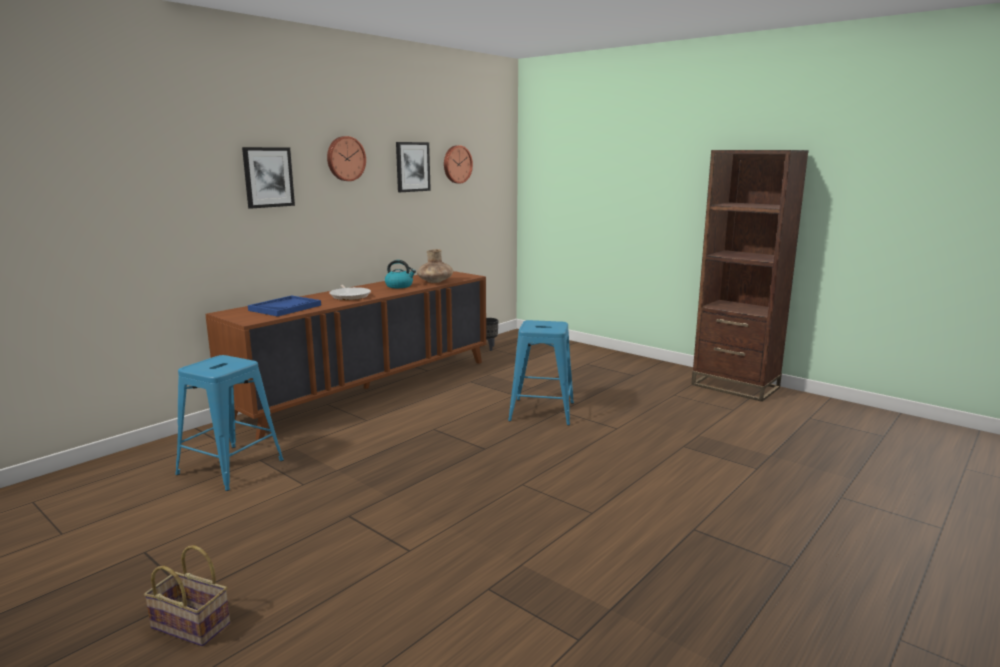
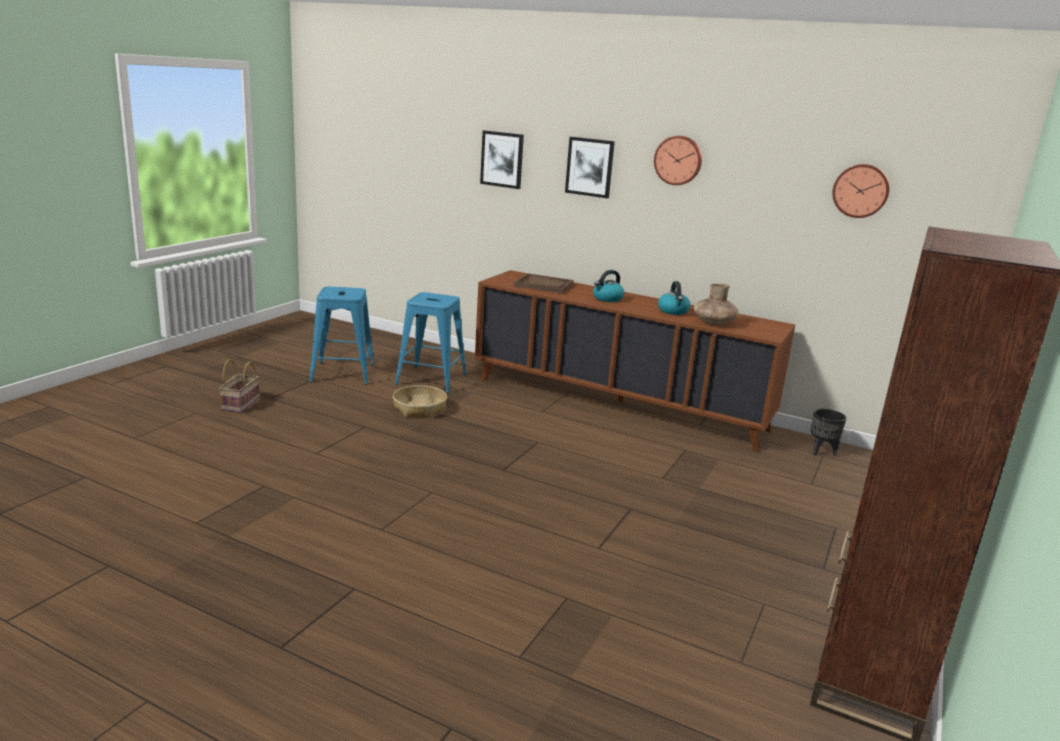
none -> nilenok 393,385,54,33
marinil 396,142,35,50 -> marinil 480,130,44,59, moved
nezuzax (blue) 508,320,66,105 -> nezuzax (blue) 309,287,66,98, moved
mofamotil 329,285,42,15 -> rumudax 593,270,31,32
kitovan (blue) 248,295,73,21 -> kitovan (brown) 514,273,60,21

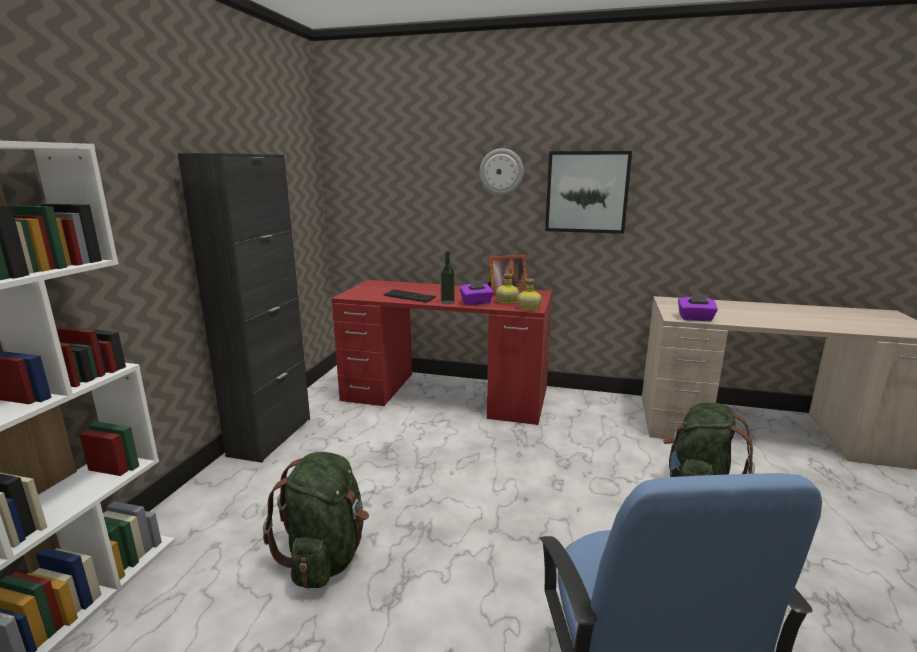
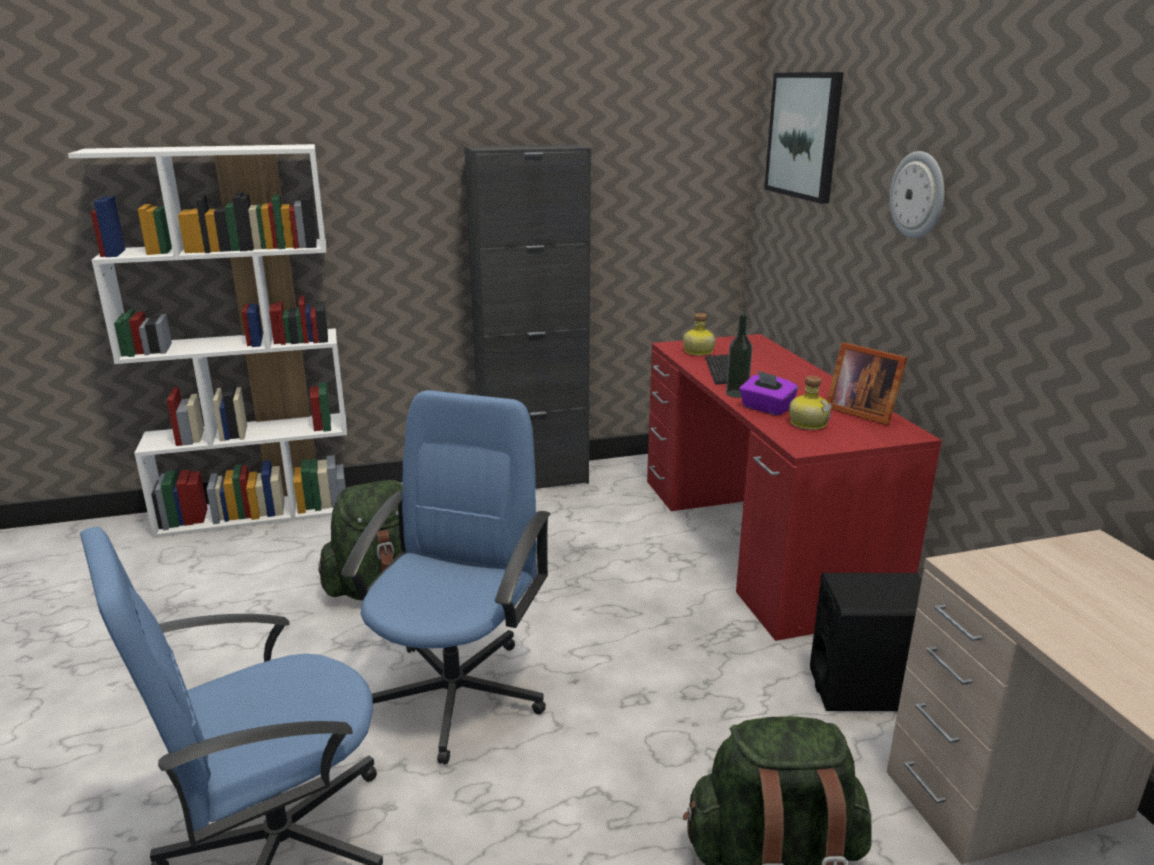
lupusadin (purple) 678,294,40,27 -> none
none -> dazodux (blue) 341,390,209,375
none -> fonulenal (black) 810,573,112,138
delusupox 517,279,25,31 -> delusupox 683,313,33,43, moved
marinil 545,151,87,83 -> marinil 764,72,80,132, moved

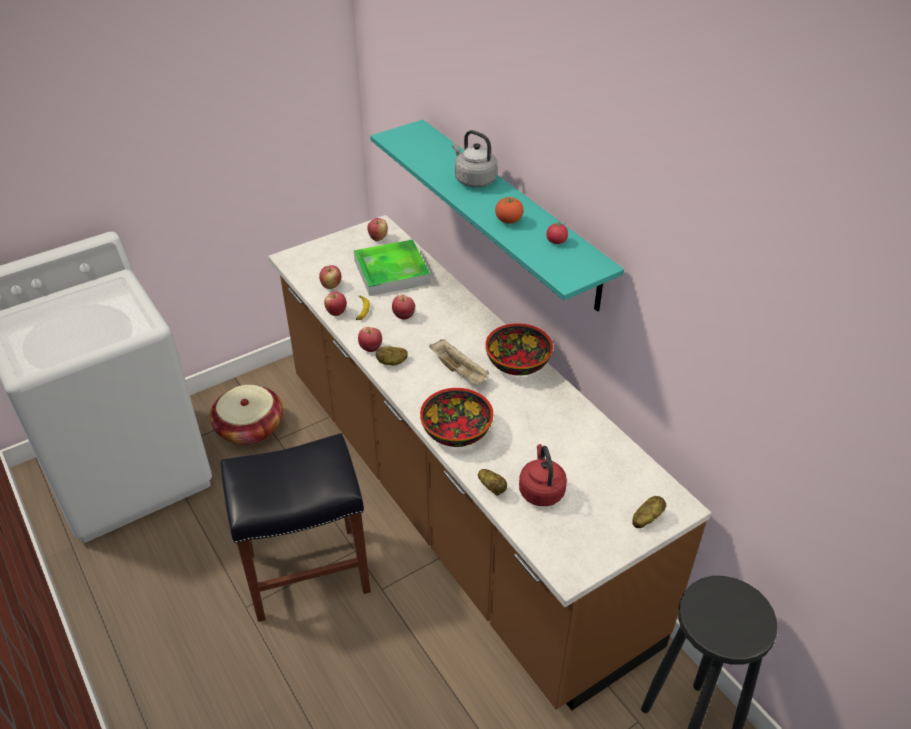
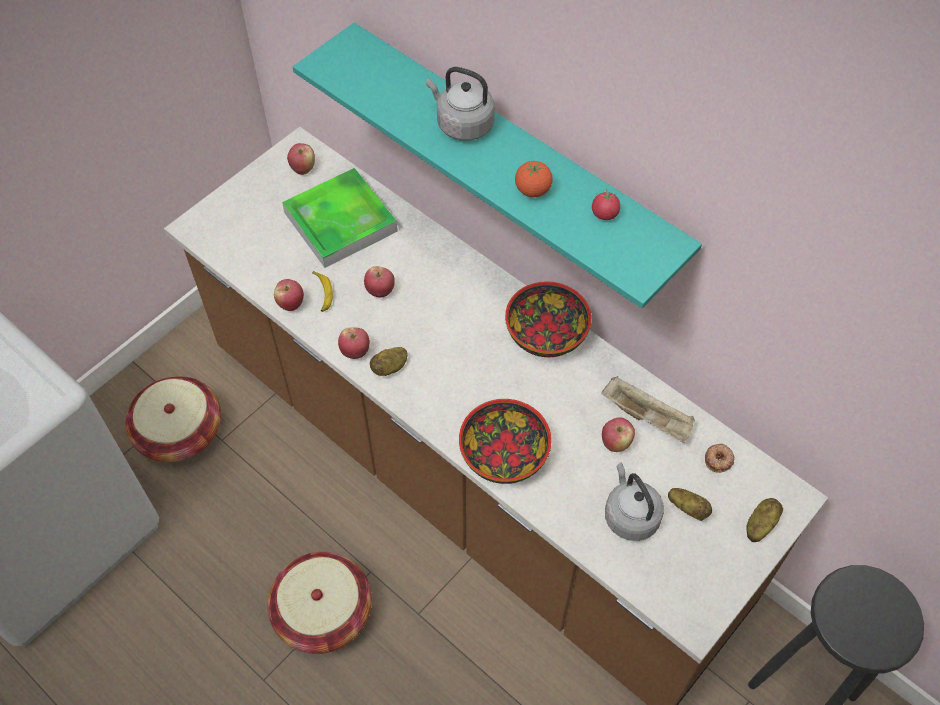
none -> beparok 705,443,30,30
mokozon 319,265,22,24 -> mokozon 602,417,33,35, moved
kitovan (beige) 429,339,60,46 -> kitovan (beige) 601,376,94,67, moved
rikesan 478,469,29,27 -> rikesan 668,488,44,33, moved
nezuzax (black) 220,433,151,189 -> nilenok 267,552,105,102
rumudax (red) 519,444,48,62 -> rumudax (grey) 605,463,59,78

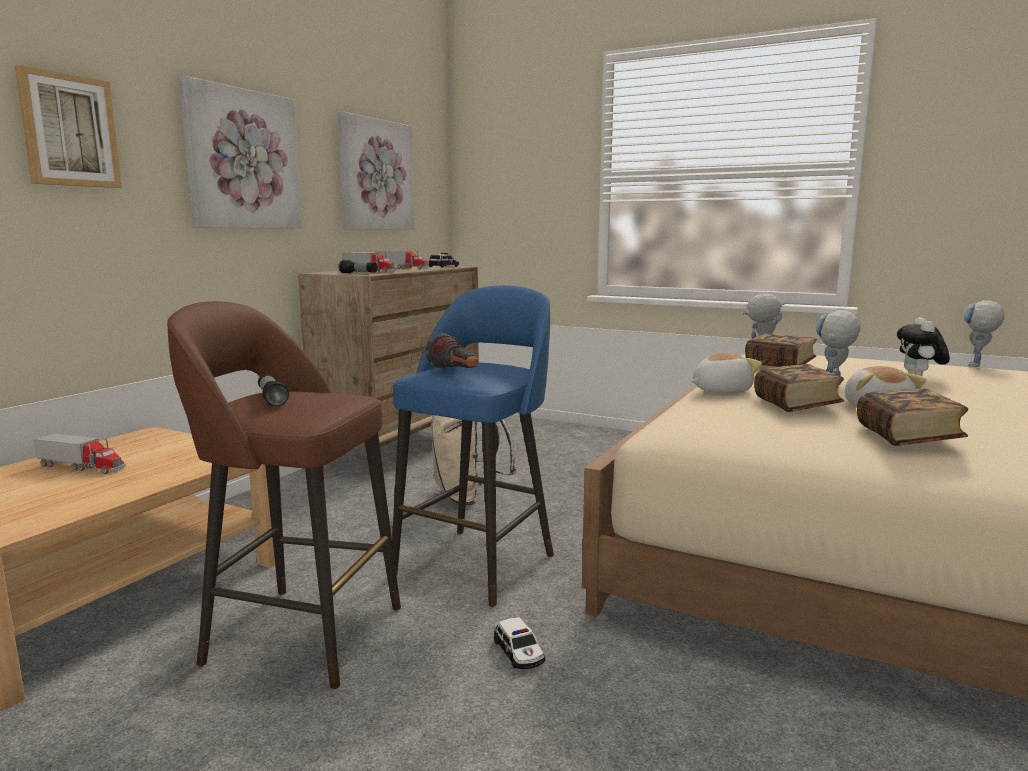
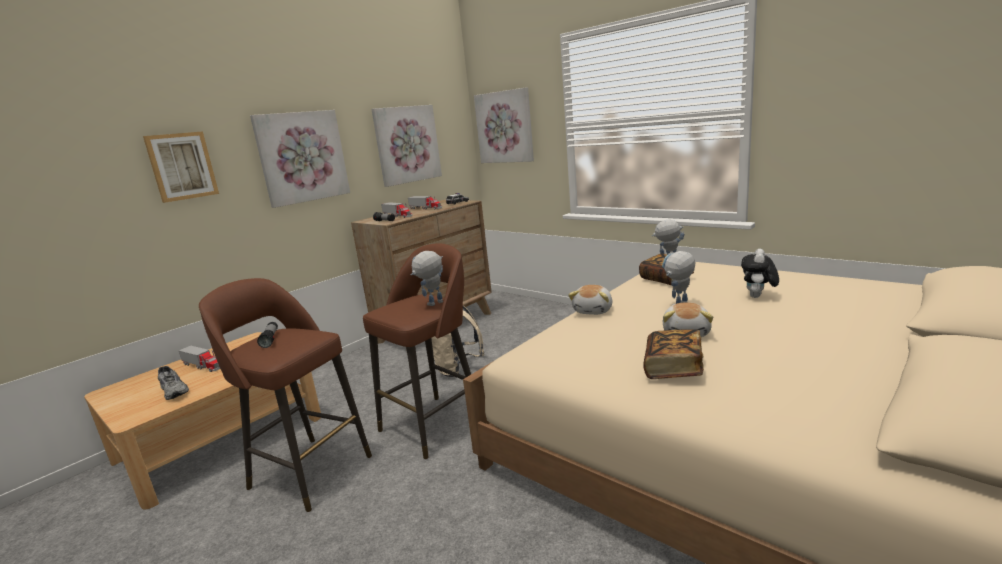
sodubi 425,333,53,36 -> none
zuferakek 494,617,51,52 -> none
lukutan 754,364,90,48 -> none
none -> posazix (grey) 158,366,31,34
none -> marinil 474,87,60,76
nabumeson 964,300,40,67 -> nabumeson 410,251,33,55, moved
nezuzax (blue) 392,285,162,322 -> nezuzax (brown) 363,243,108,216
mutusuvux 691,352,71,41 -> mutusuvux 568,285,44,30, 120 degrees clockwise

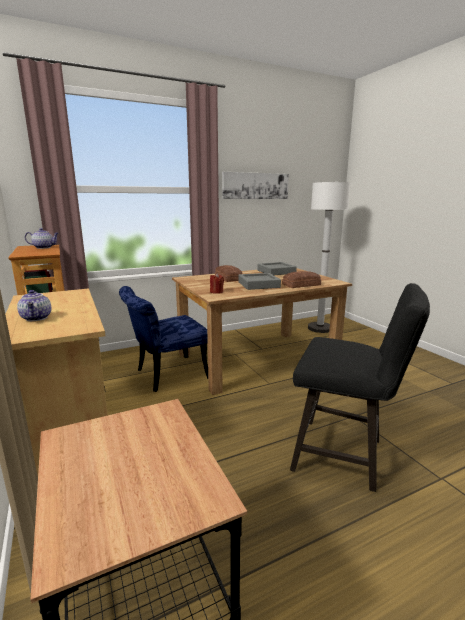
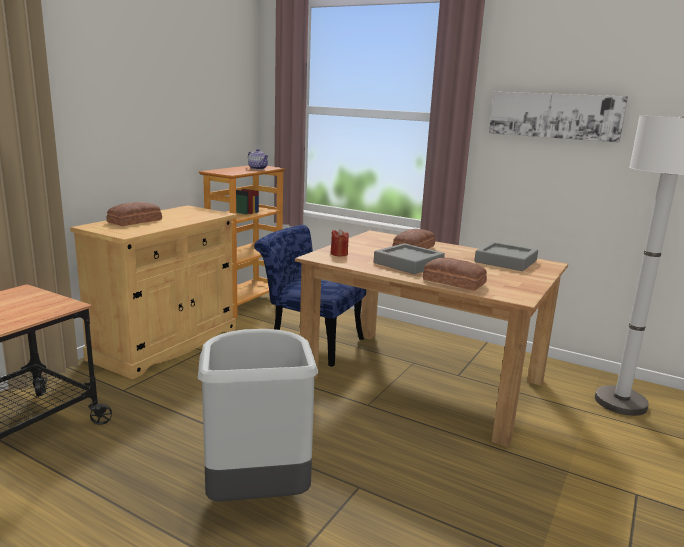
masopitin 17,290,34,31 -> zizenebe 106,202,56,24
nezuzax (black) 290,283,140,209 -> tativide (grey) 198,329,121,173

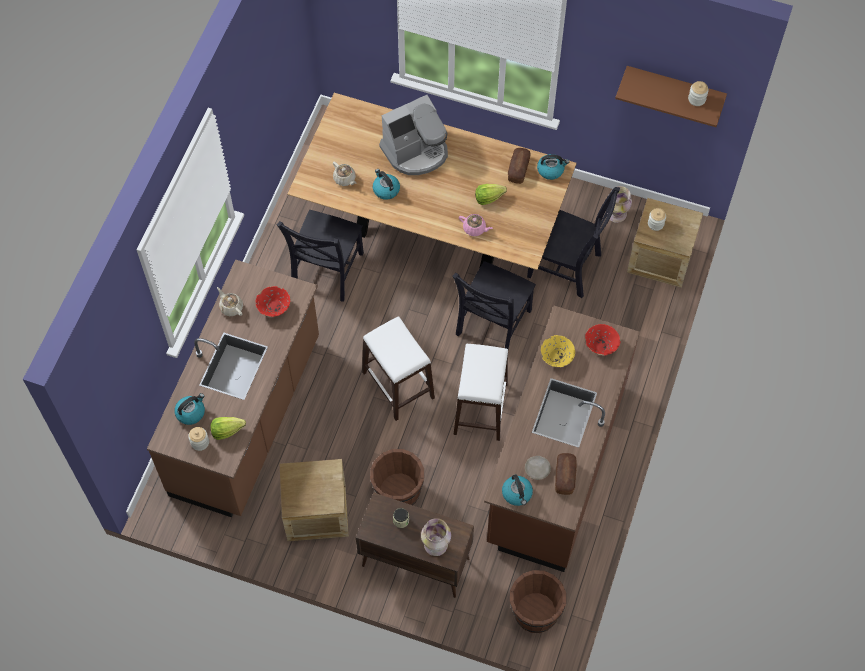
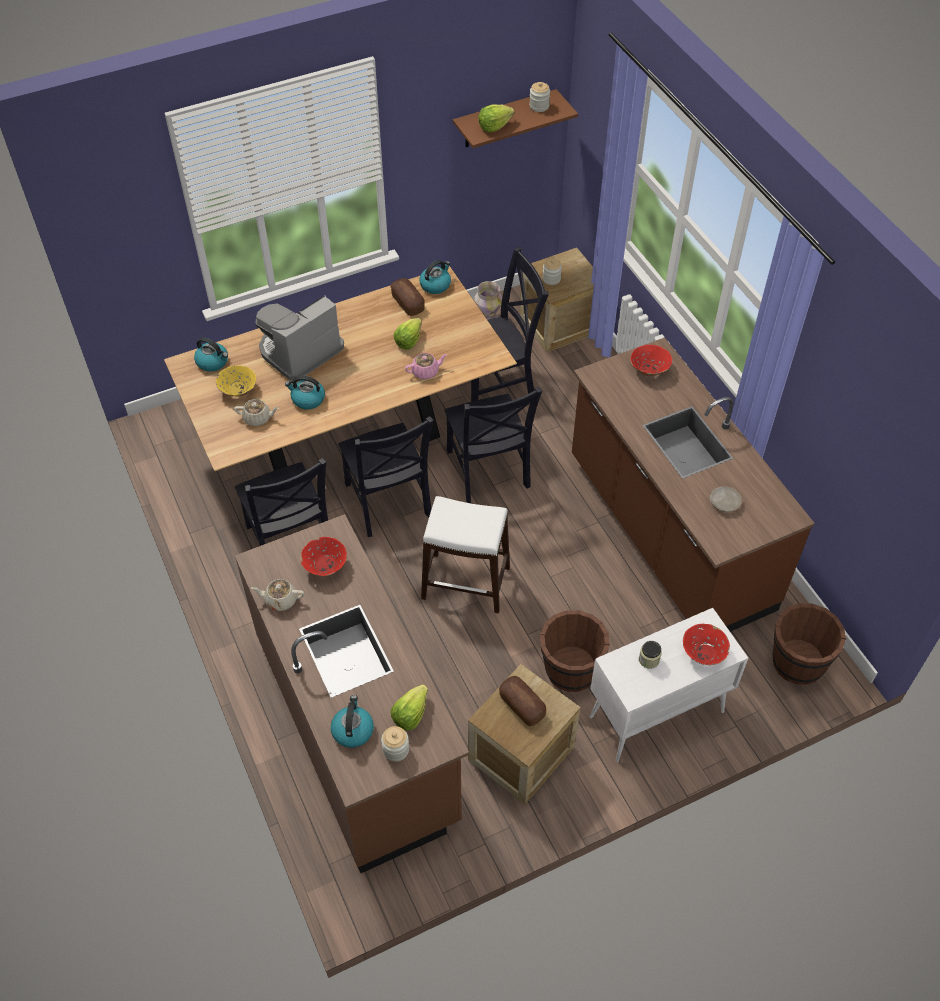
nezuzax (white) 453,344,55,97 -> none
none -> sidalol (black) 338,416,96,121
none -> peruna 479,105,35,28
rumudax 502,474,31,32 -> rumudax 194,337,34,35, moved
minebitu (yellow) 540,335,35,32 -> minebitu (yellow) 216,365,40,31, moved
zizenebe 555,453,22,42 -> zizenebe 499,676,47,51, moved
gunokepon 421,518,30,38 -> minebitu (red) 683,624,47,41
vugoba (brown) 356,492,118,106 -> vugoba (white) 590,608,158,154
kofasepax 379,95,69,80 -> kofasepax 256,295,88,86, 150 degrees counterclockwise

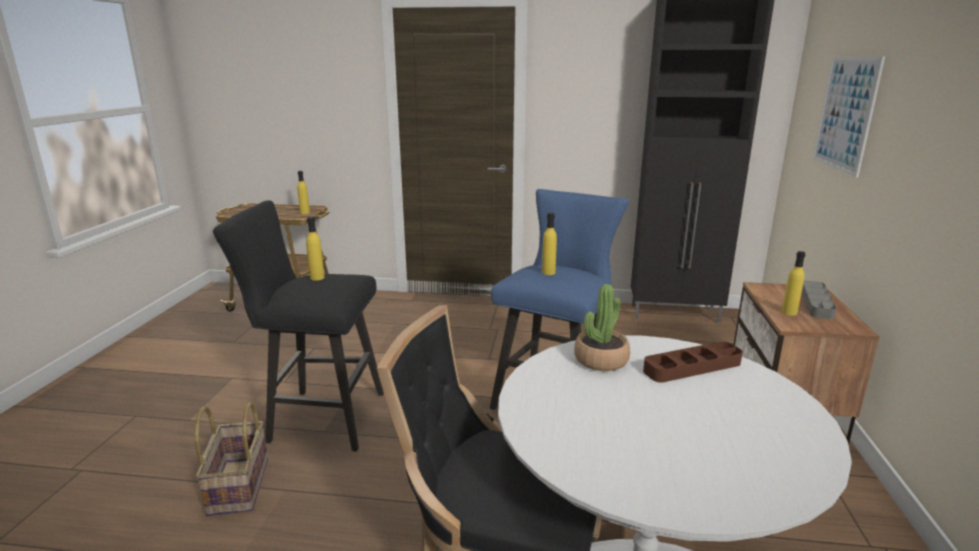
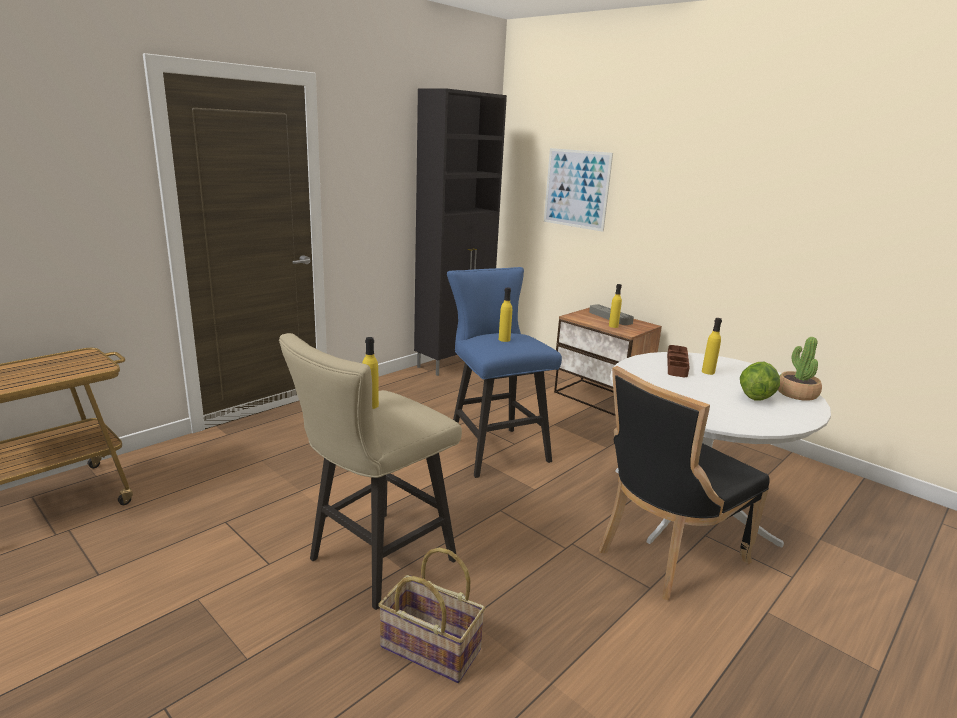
none -> peruna 740,362,40,39
delusupox (yellow) 297,171,13,43 -> delusupox (yellow) 702,318,20,57, moved
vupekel 574,284,56,87 -> vupekel 778,337,44,64, moved
nezuzax (black) 213,200,171,251 -> nezuzax (beige) 279,333,183,277

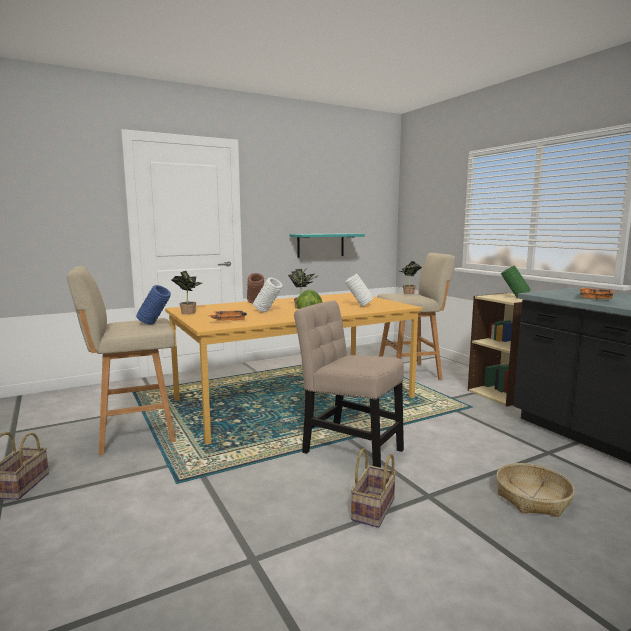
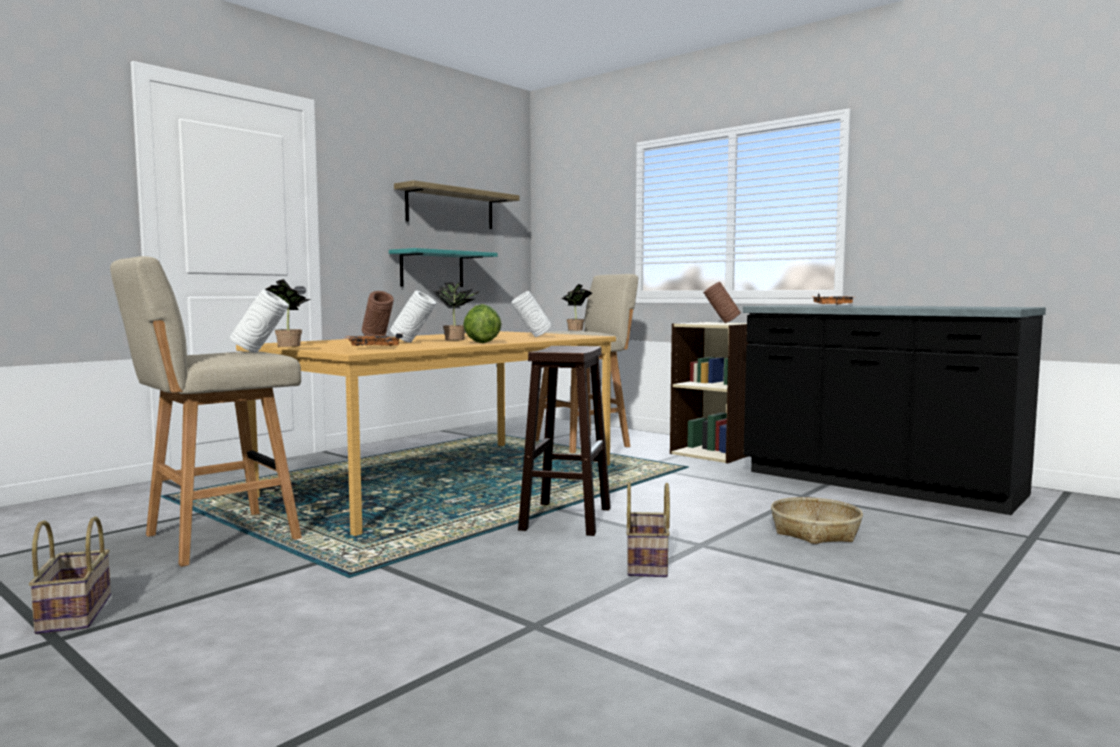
none -> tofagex 394,180,125,49
sidalol (beige) 294,300,110,168 -> nezuzax (brown) 518,346,93,190
gunokepon (blue) 136,285,35,39 -> gunokepon (white) 230,290,59,63
gunokepon (green) 501,266,30,32 -> gunokepon (brown) 703,282,38,41

